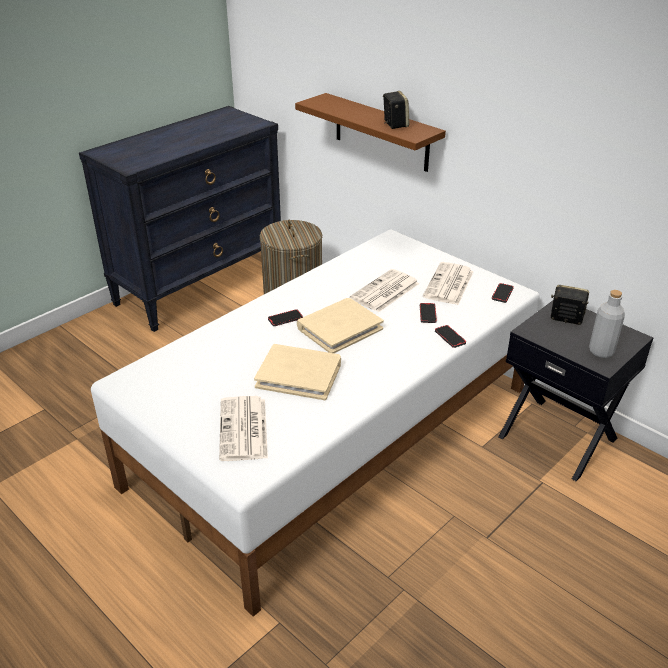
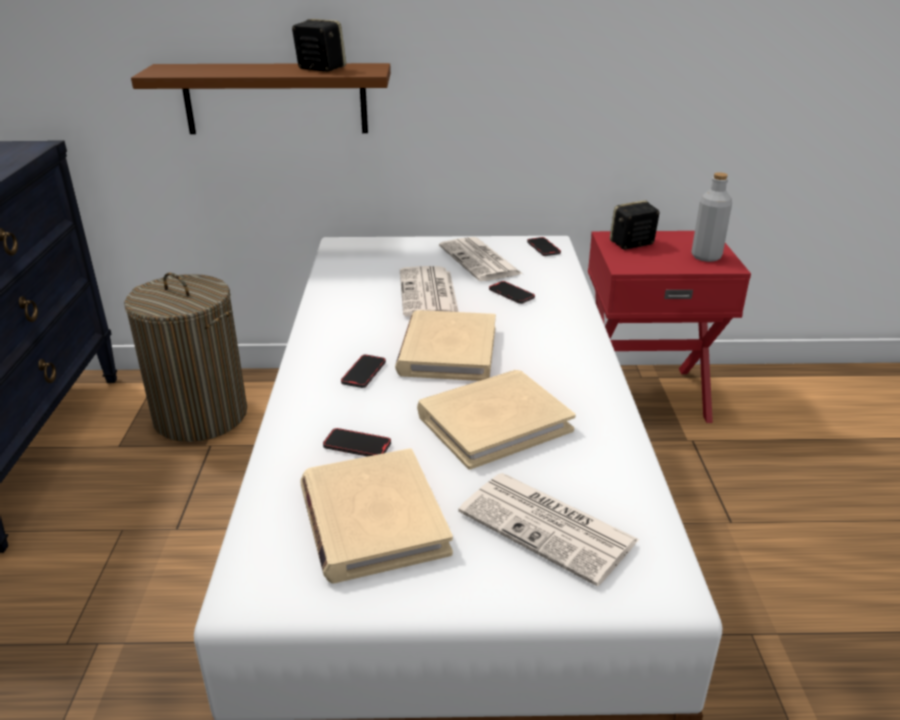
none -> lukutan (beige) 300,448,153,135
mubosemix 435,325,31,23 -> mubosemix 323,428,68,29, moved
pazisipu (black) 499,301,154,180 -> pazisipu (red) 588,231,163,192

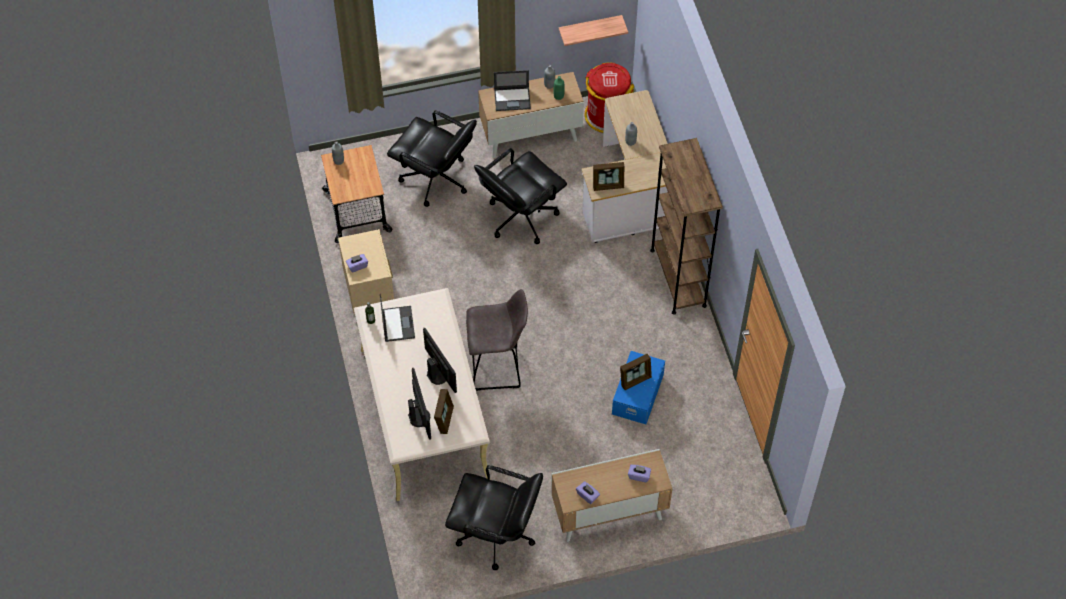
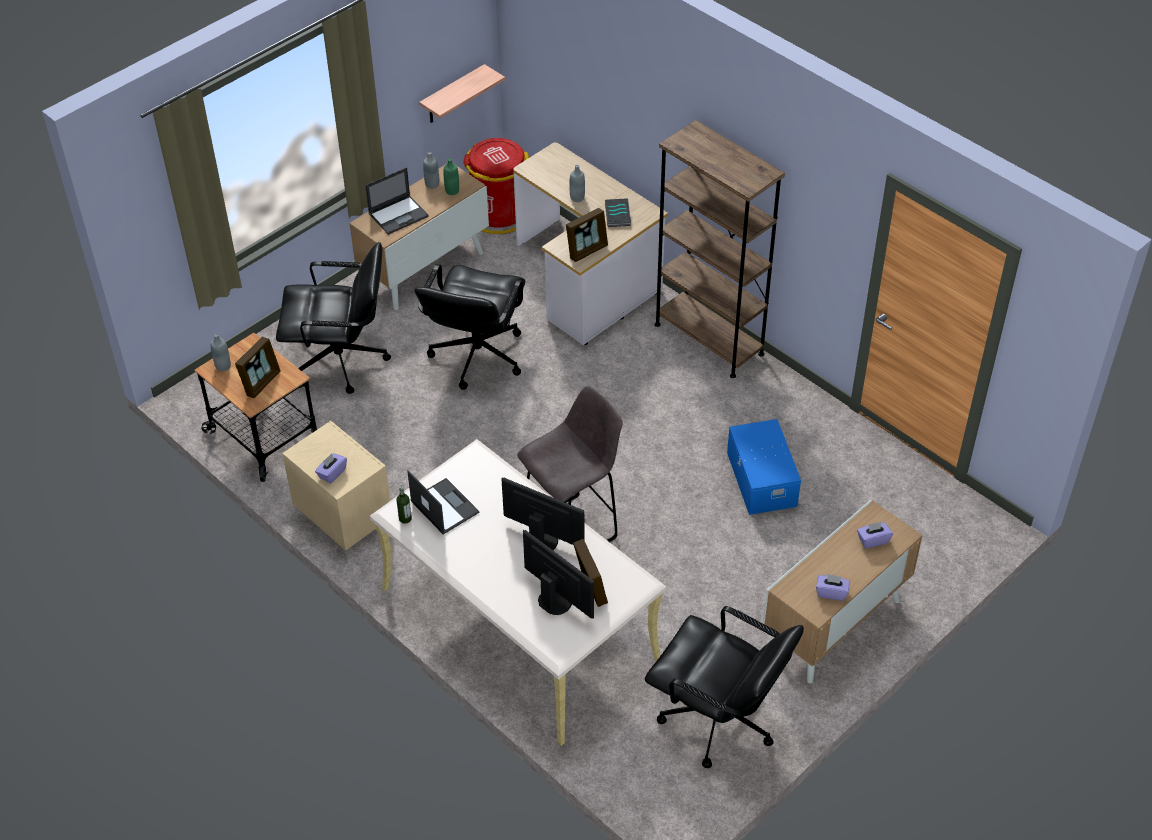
none -> lukutan 605,198,26,29
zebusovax 620,354,32,36 -> zebusovax 235,337,46,61, moved
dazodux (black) 445,465,98,105 -> dazodux (black) 645,606,159,162, 45 degrees clockwise

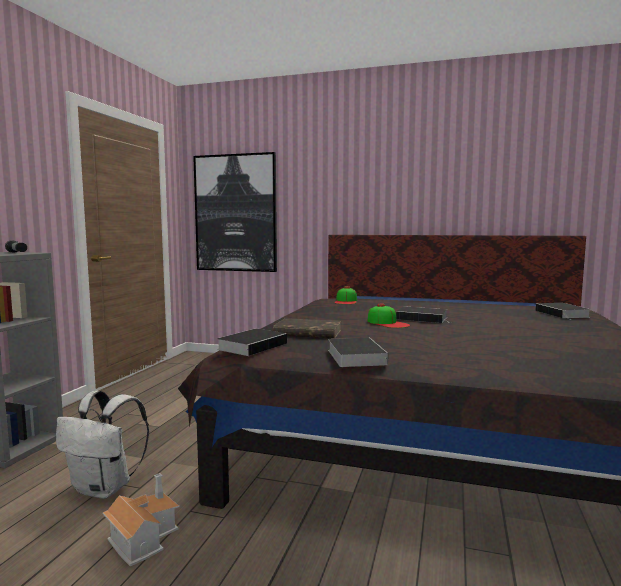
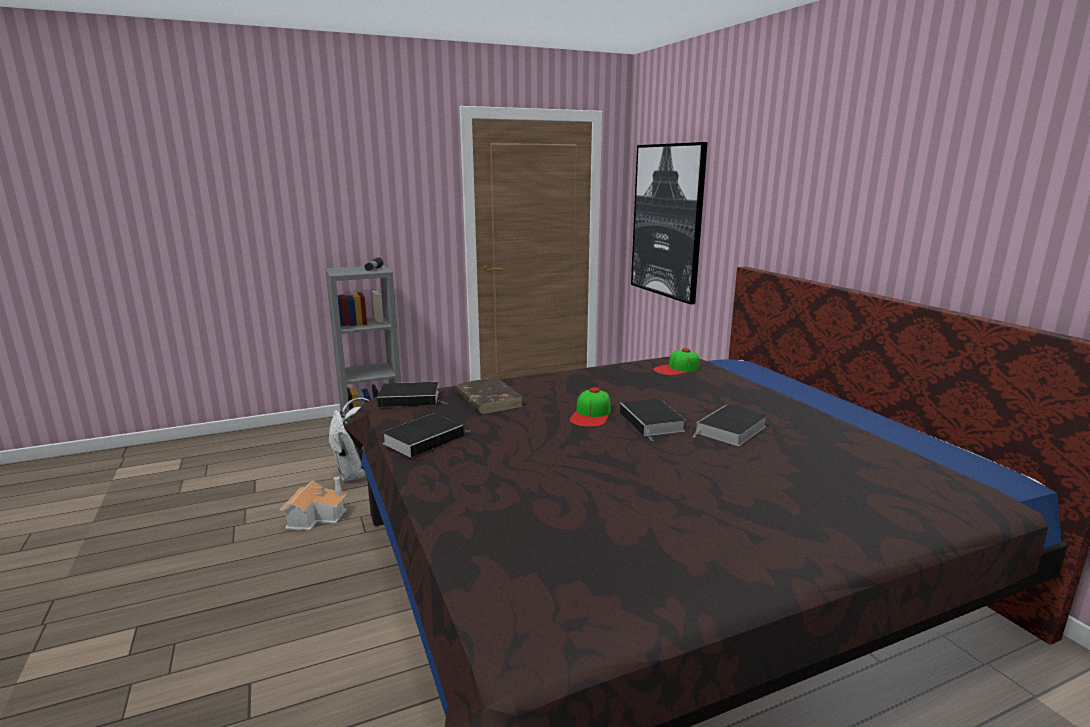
lukutan 535,303,56,16 -> lukutan 692,405,75,41, moved

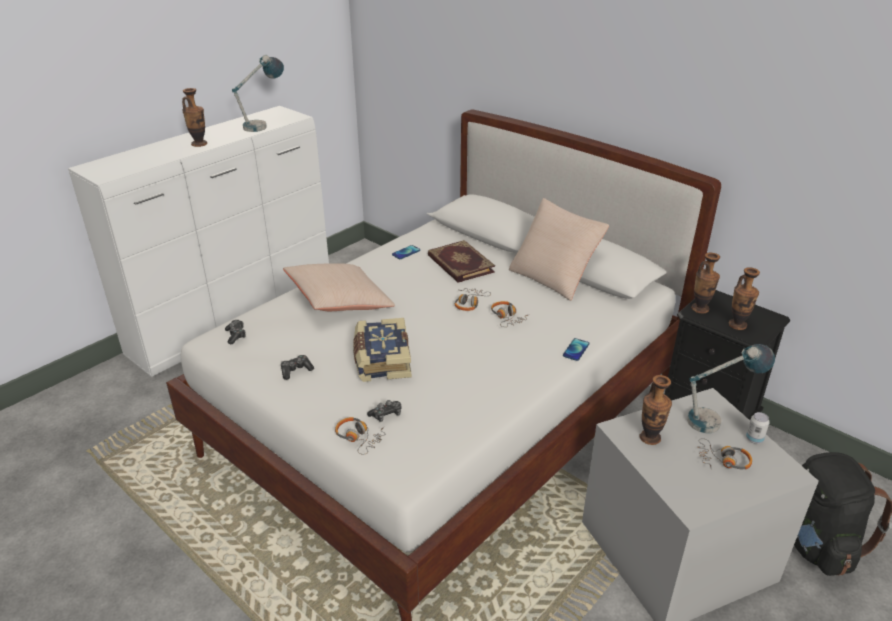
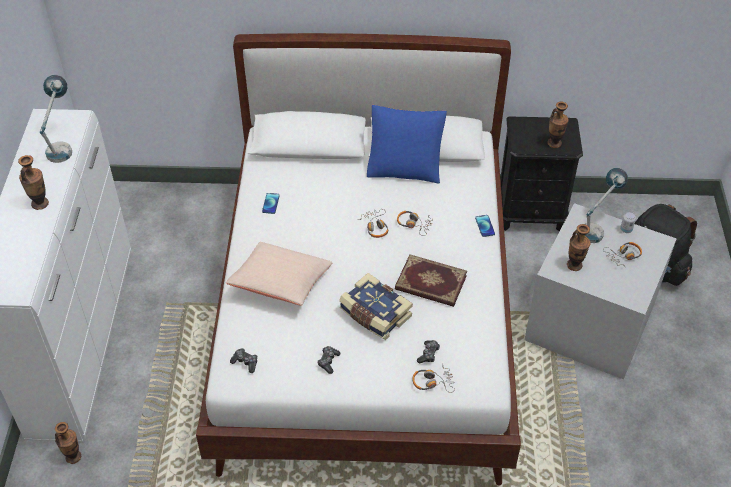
lukutan 428,240,67,43 -> lukutan 395,254,72,53, moved
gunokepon 691,252,29,61 -> gunokepon 55,422,26,42, moved
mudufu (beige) 509,198,100,103 -> mudufu (blue) 367,105,80,79

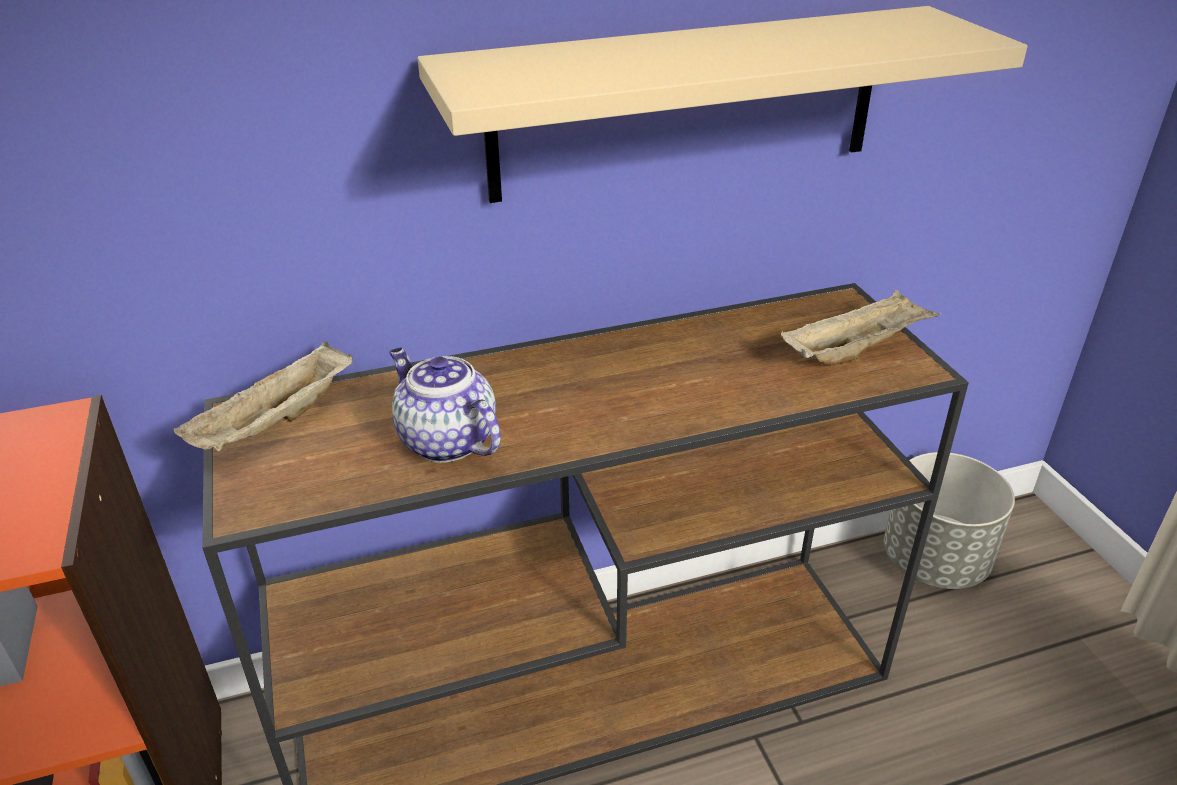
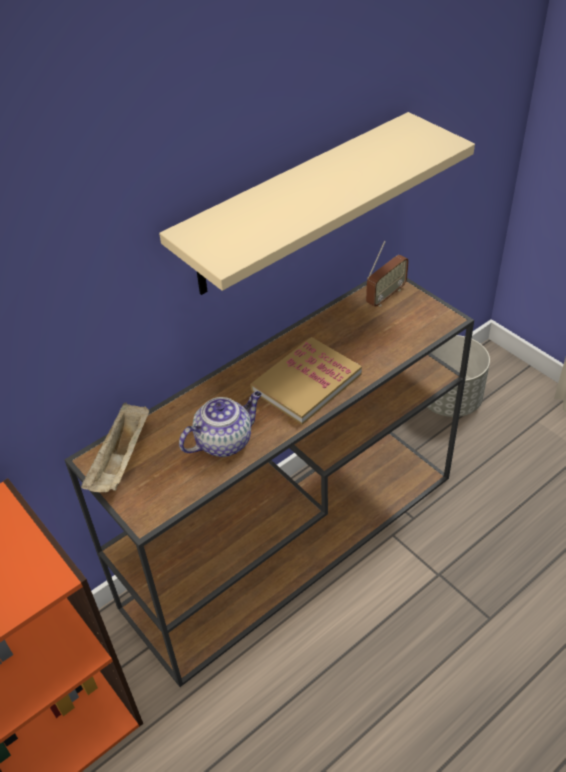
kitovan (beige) 781,290,160,74 -> none
none -> lukutan 250,337,112,88
none -> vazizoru 366,240,43,67
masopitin 389,347,112,116 -> masopitin 179,391,83,66, 120 degrees clockwise

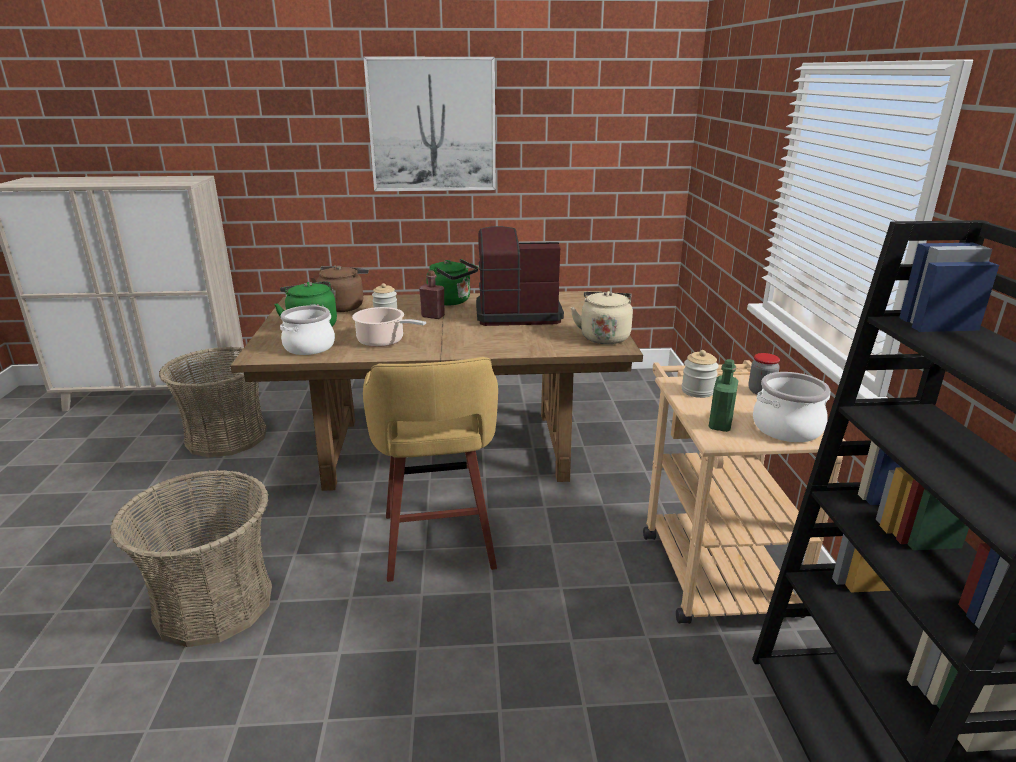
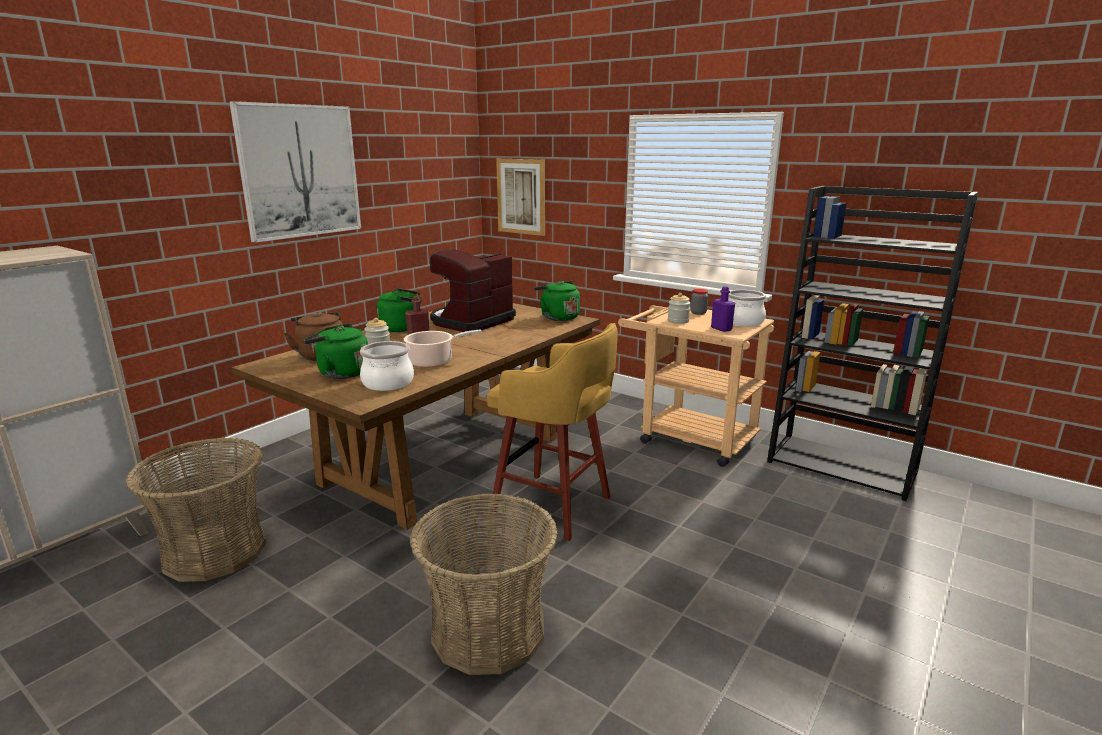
none -> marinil 496,159,49,77
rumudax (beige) 571,291,62,53 -> rumudax (green) 534,281,46,40
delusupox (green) 709,359,29,73 -> delusupox (purple) 711,286,24,46

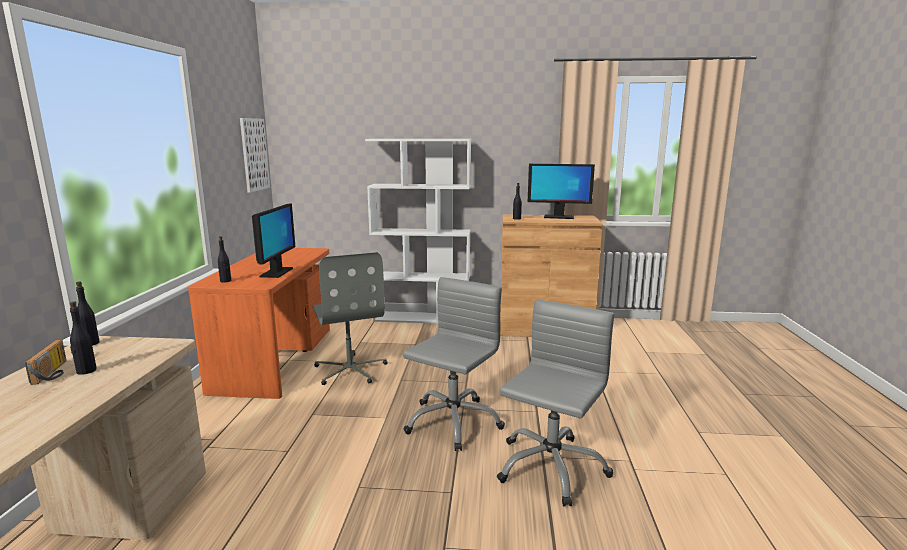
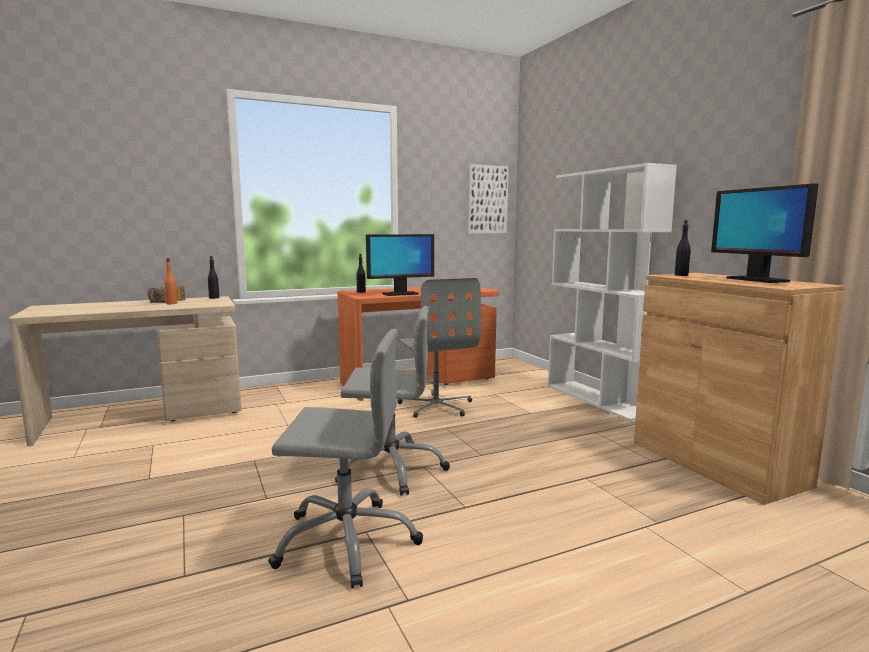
delusupox (black) 70,301,27,74 -> delusupox (orange) 164,258,14,46
dazodux (grey) 312,252,76,133 -> dazodux (grey) 397,278,84,140, 60 degrees counterclockwise

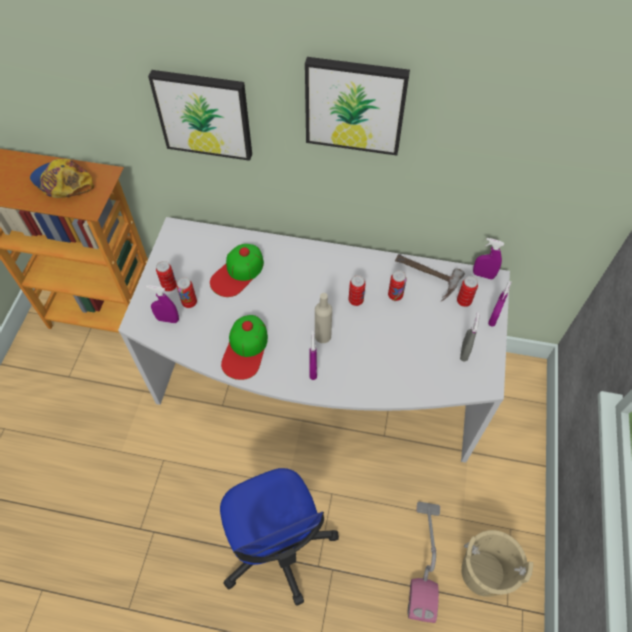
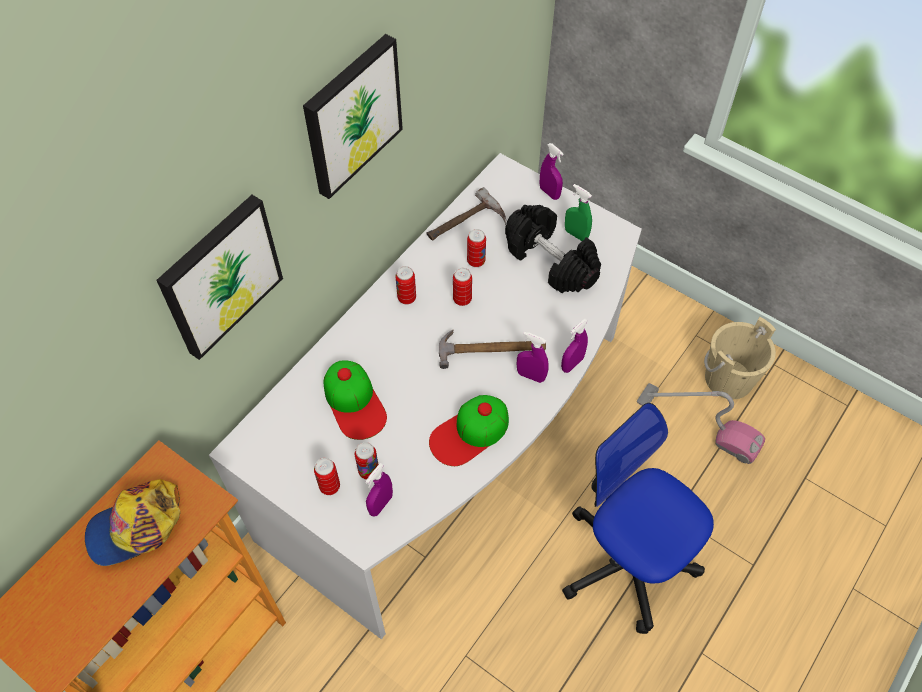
none -> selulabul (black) 505,205,96,88
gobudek 457,276,21,31 -> gobudek 395,266,21,38, moved
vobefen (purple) 473,238,31,42 -> vobefen (purple) 561,319,27,54, moved
delusupox (beige) 315,293,17,50 -> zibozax 439,330,107,39
vobefen (grey) 460,313,20,49 -> vobefen (green) 565,184,27,57
dazodux 220,468,119,138 -> dazodux 562,403,152,231, 135 degrees counterclockwise
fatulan 221,315,47,65 -> fatulan 429,395,80,71, 105 degrees clockwise

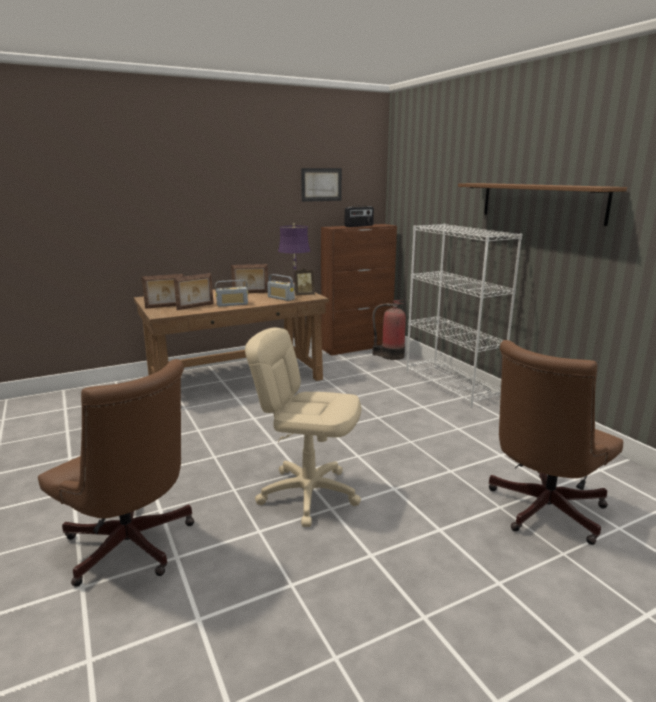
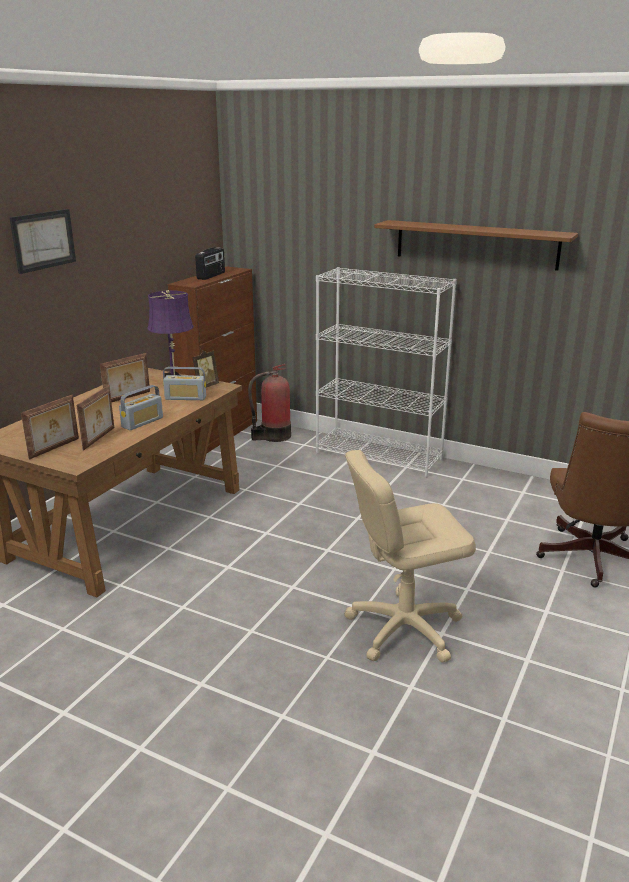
dazodux (brown) 38,359,156,228 -> none
marinil 301,168,41,34 -> marinil 9,209,67,65, moved

